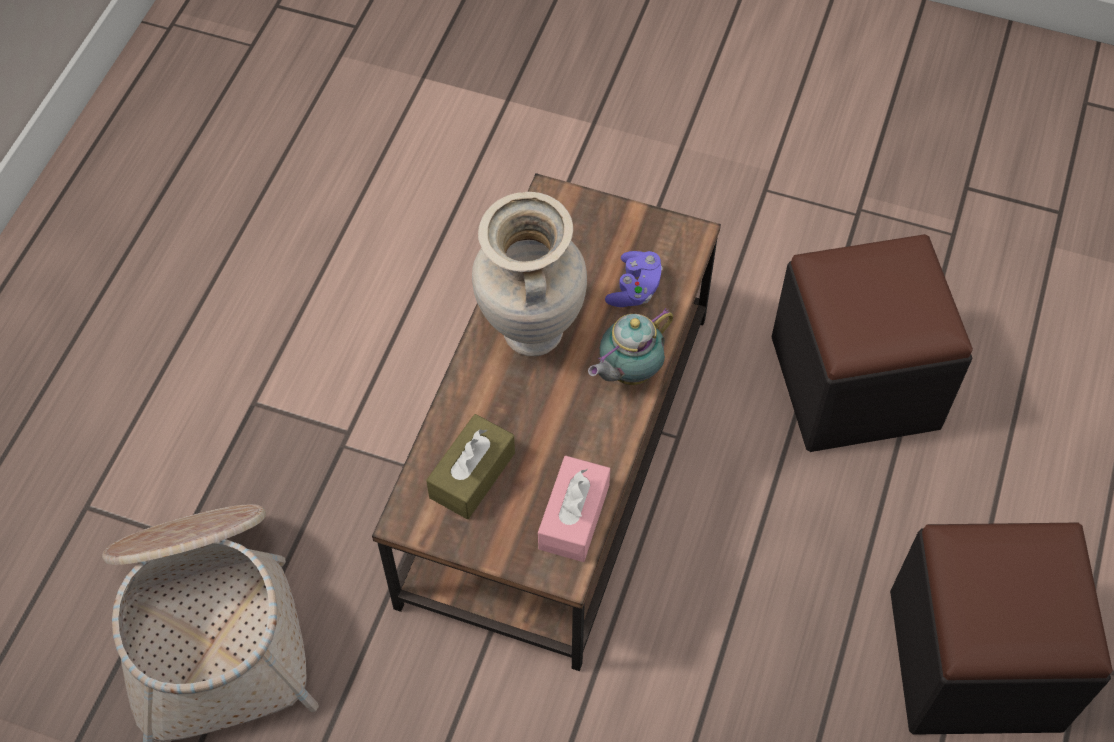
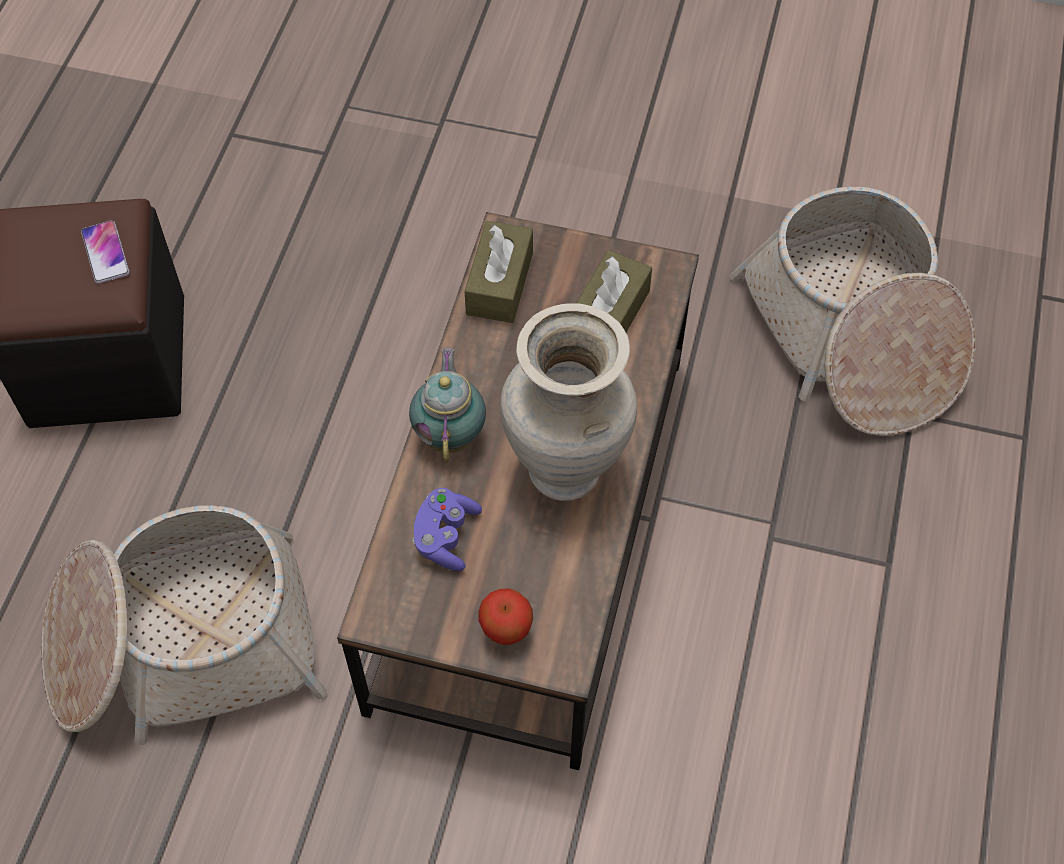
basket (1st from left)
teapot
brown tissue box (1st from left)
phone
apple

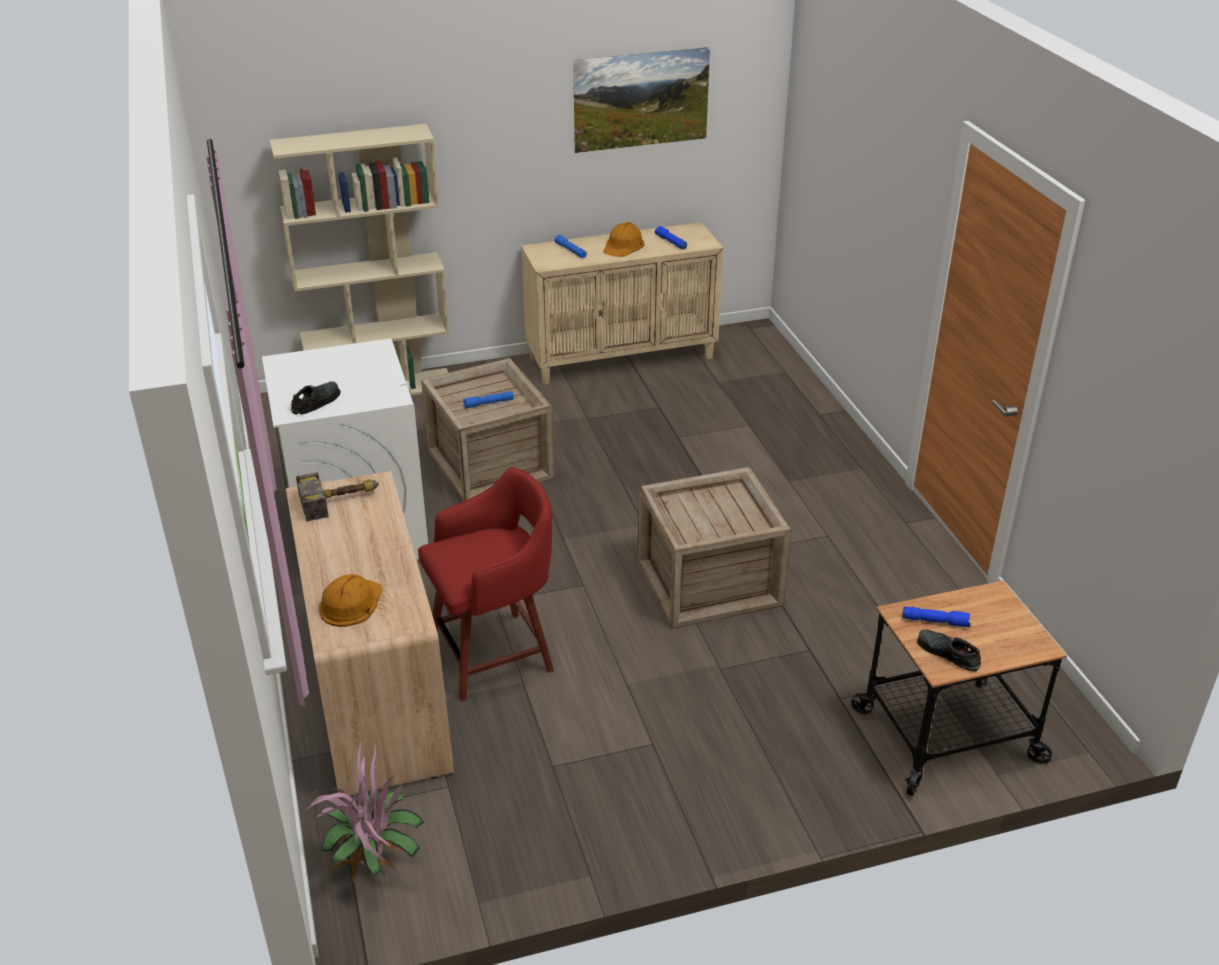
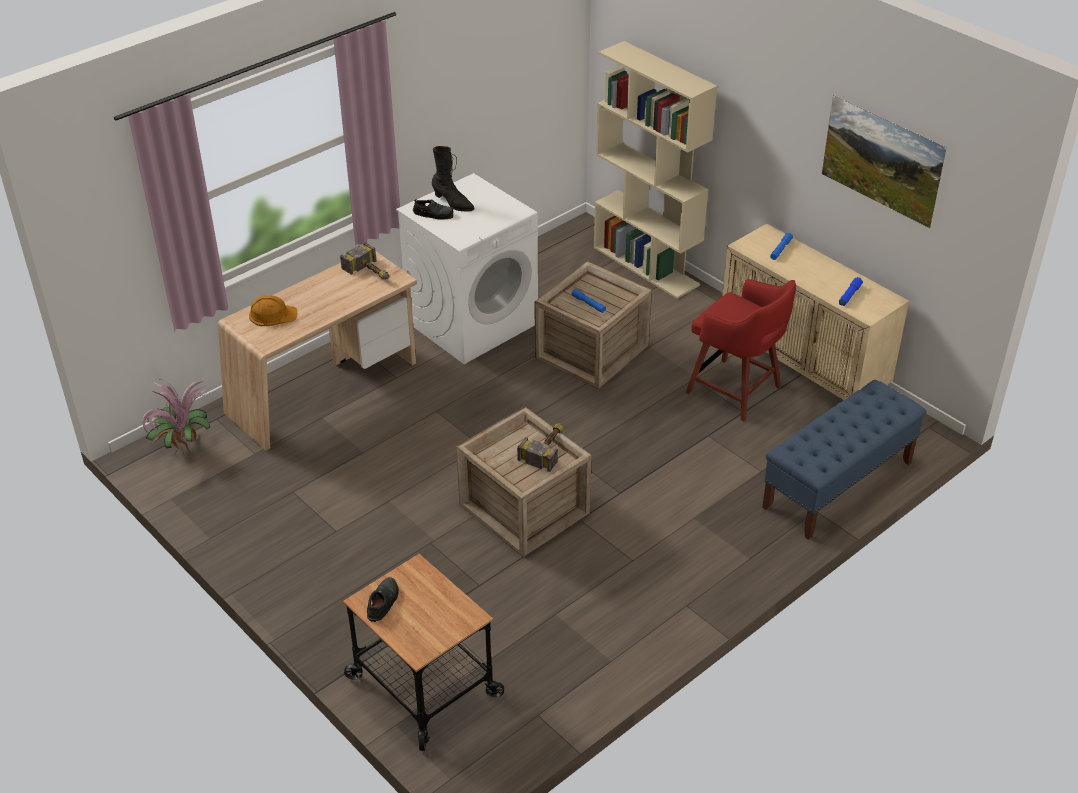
orange hard hat (2nd from left in the first image)
red stool
blue flashlight (4th from left in the first image)
black boot
blue bench
hammer (2nd from left)

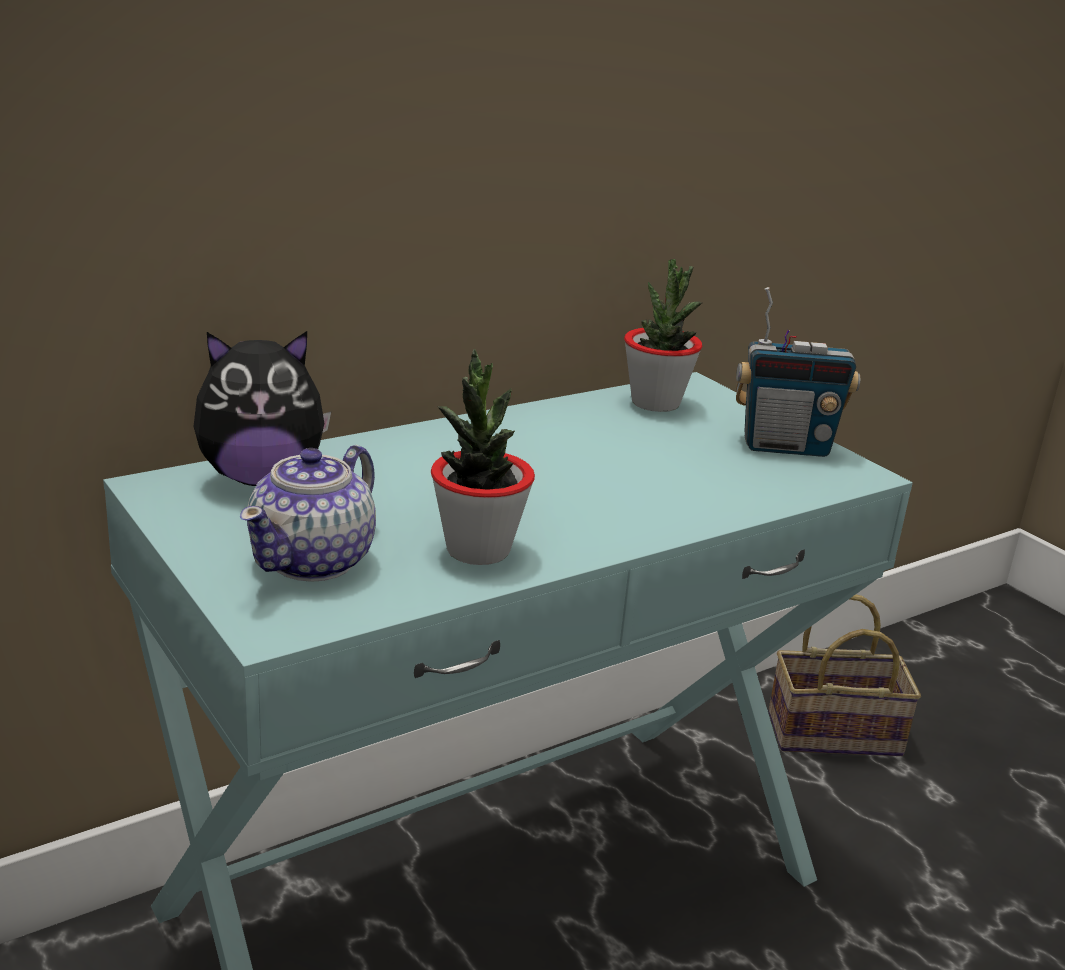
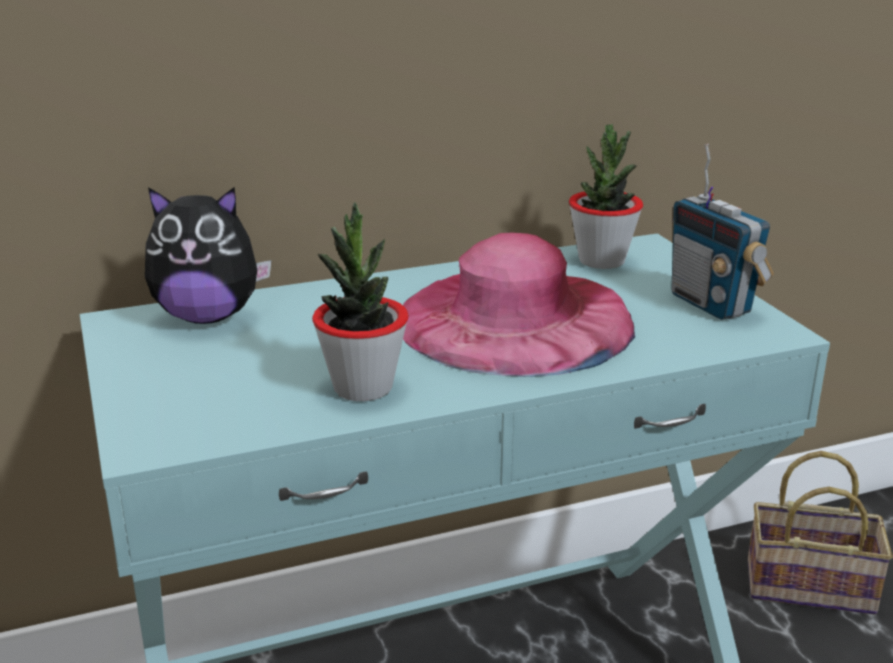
radio
teapot
pink hat

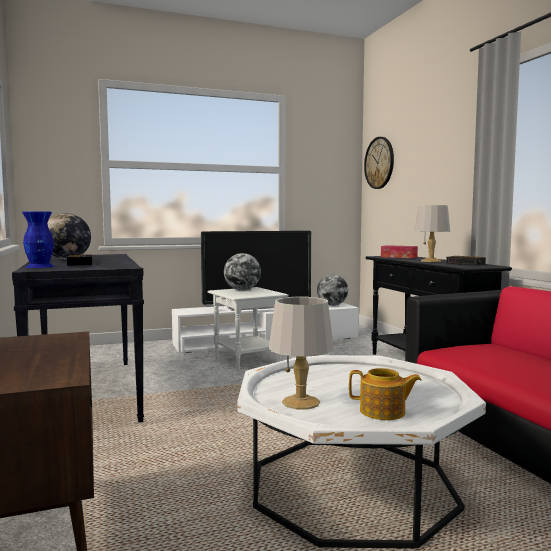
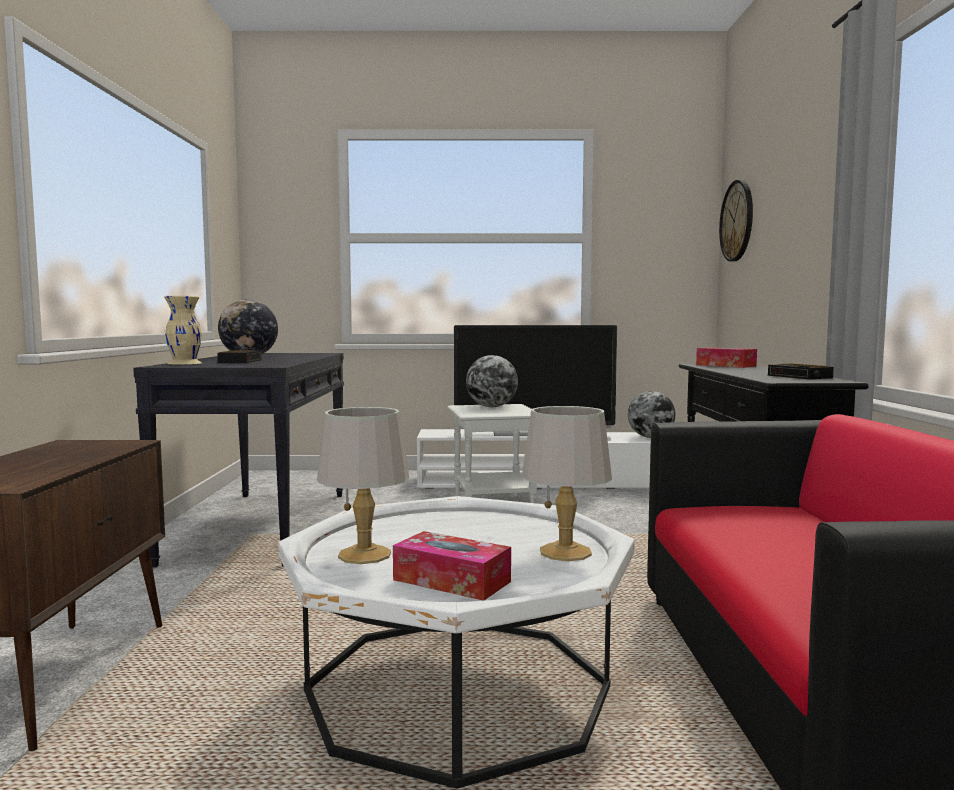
grey table lamp (2nd from left)
beige vase
tissue box (1st from left)

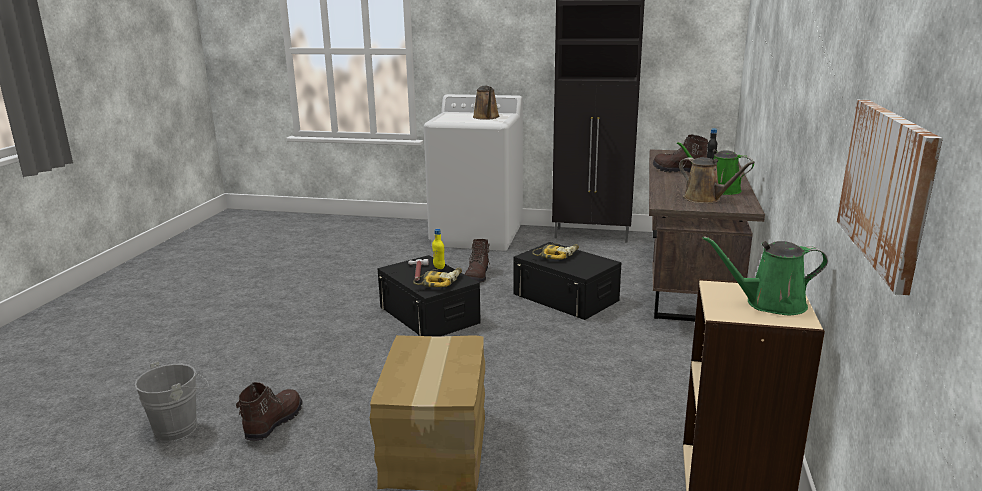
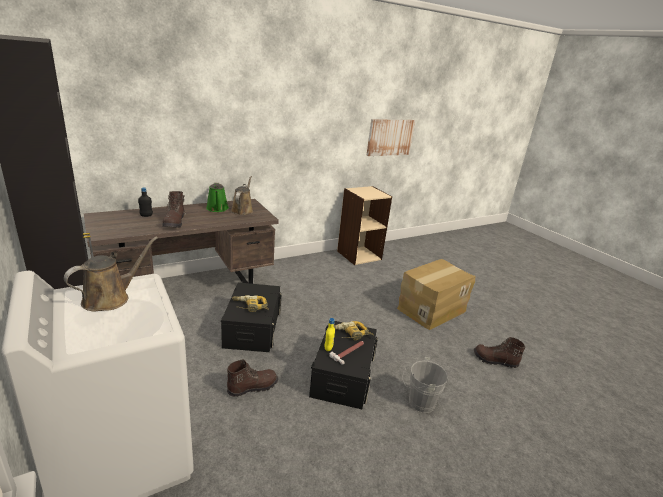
green watering can (2nd from left in the first image)
grey bucket
brown boot (3rd from left)

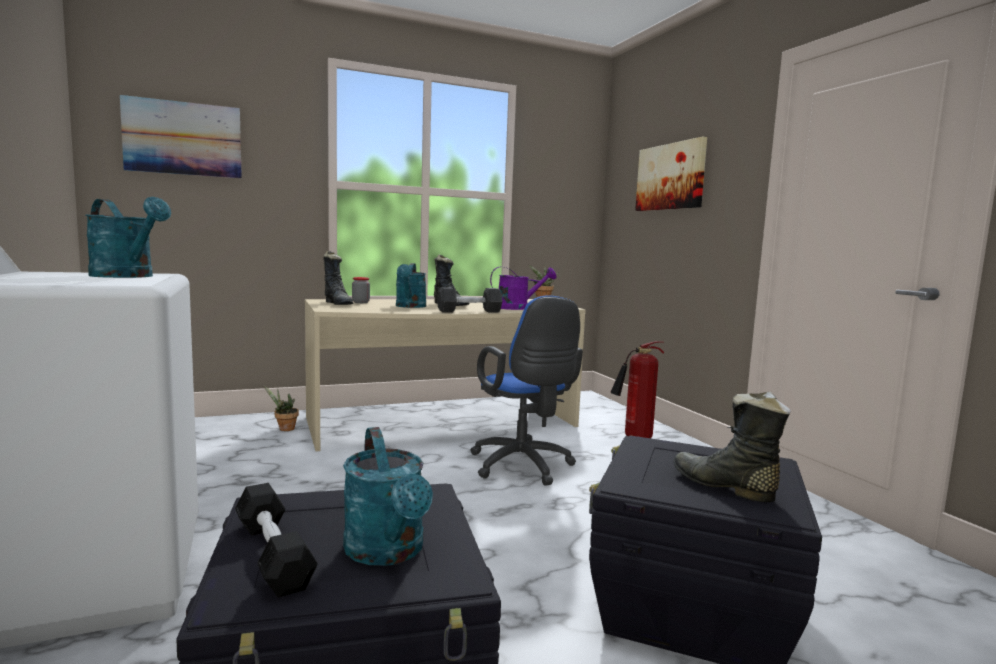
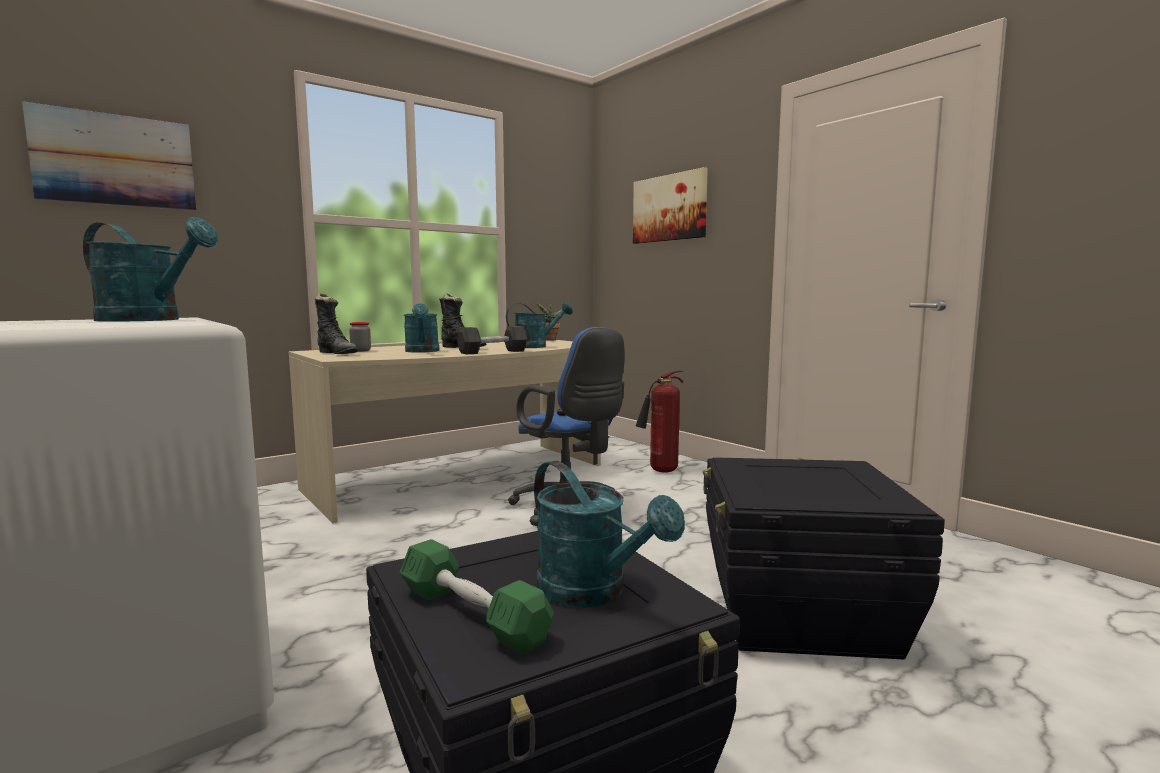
turquoise watering can (3rd from left)
potted plant (1st from left in the first image)
black boot (3rd from left in the first image)
green dumbbell

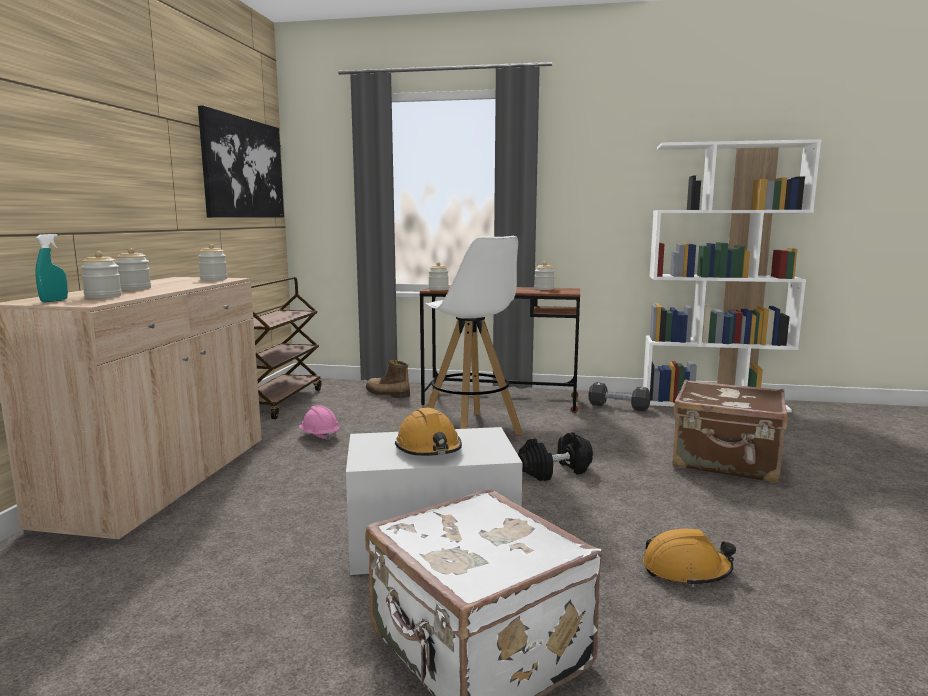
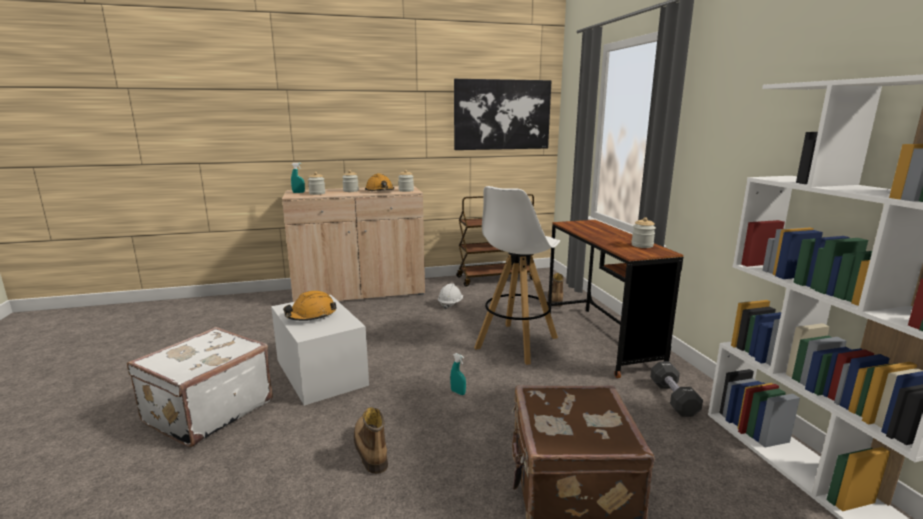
jar (4th from left in the first image)
white hard hat
turquoise spray bottle (2nd from left)
orange hard hat (2nd from left)
boot (1st from left)

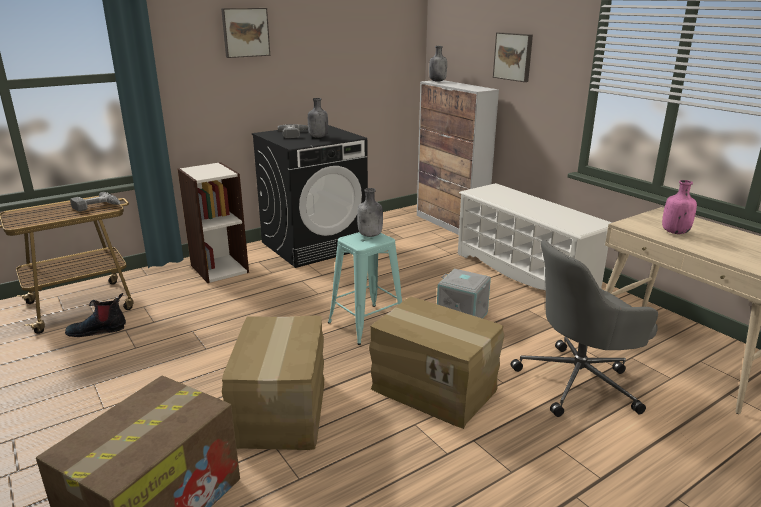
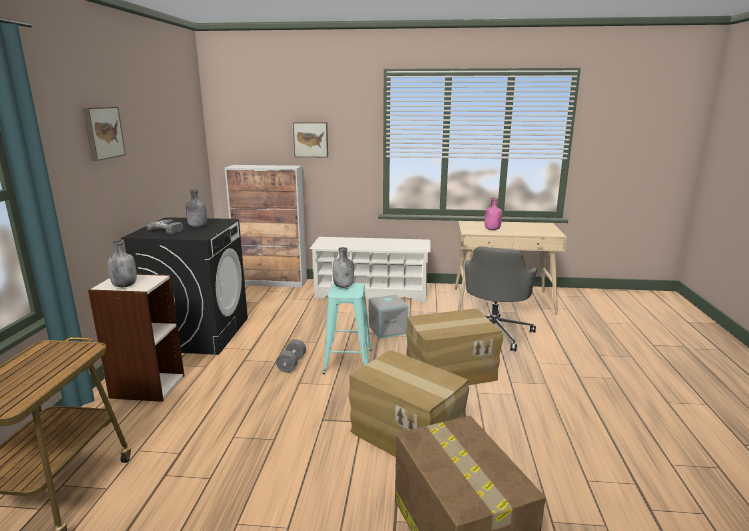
grey bottle (1st from left)
power drill (1st from left in the first image)
boot
grey dumbbell

